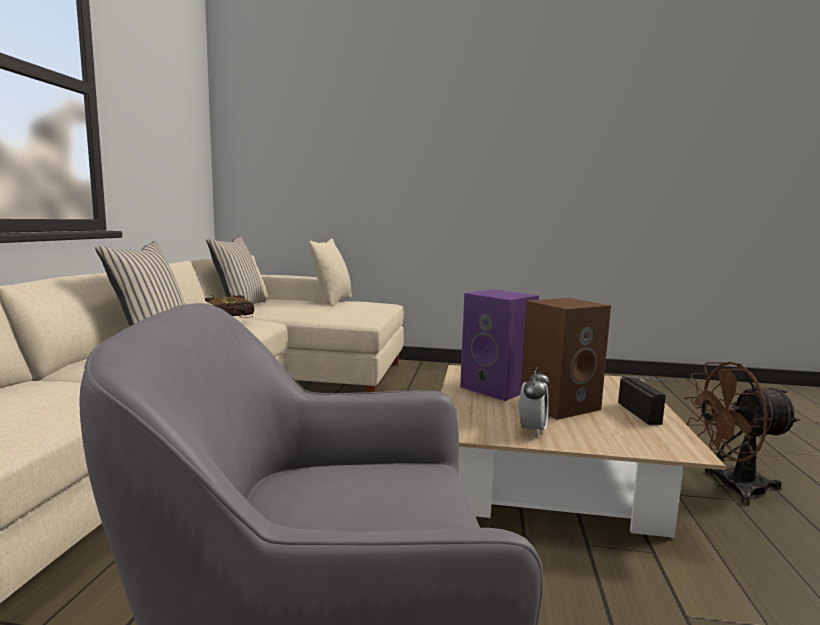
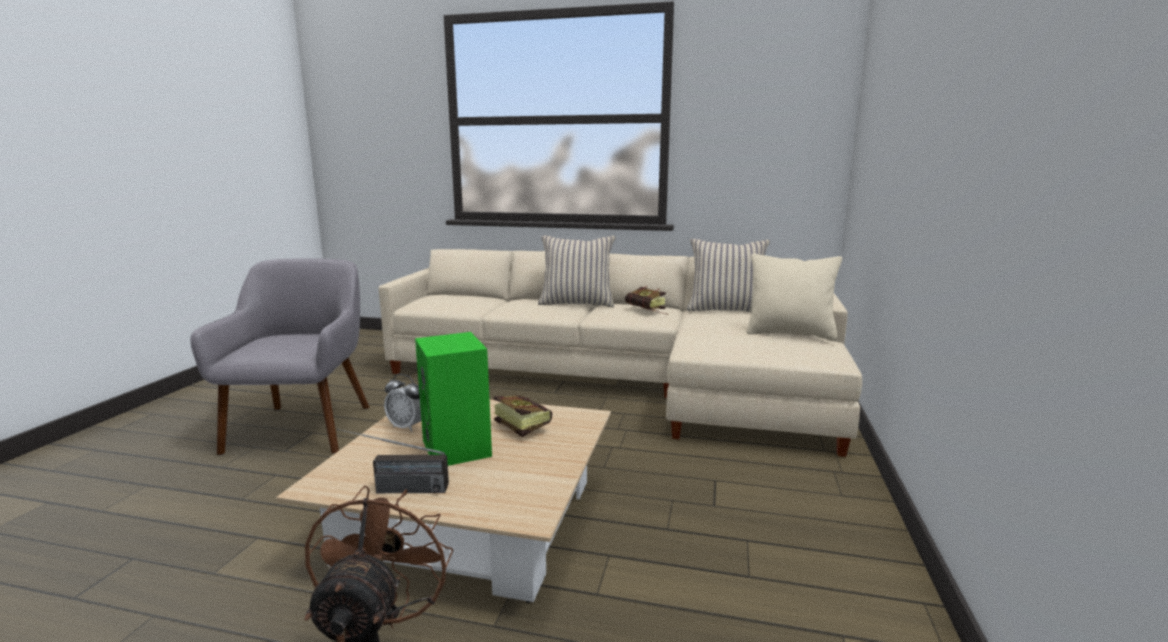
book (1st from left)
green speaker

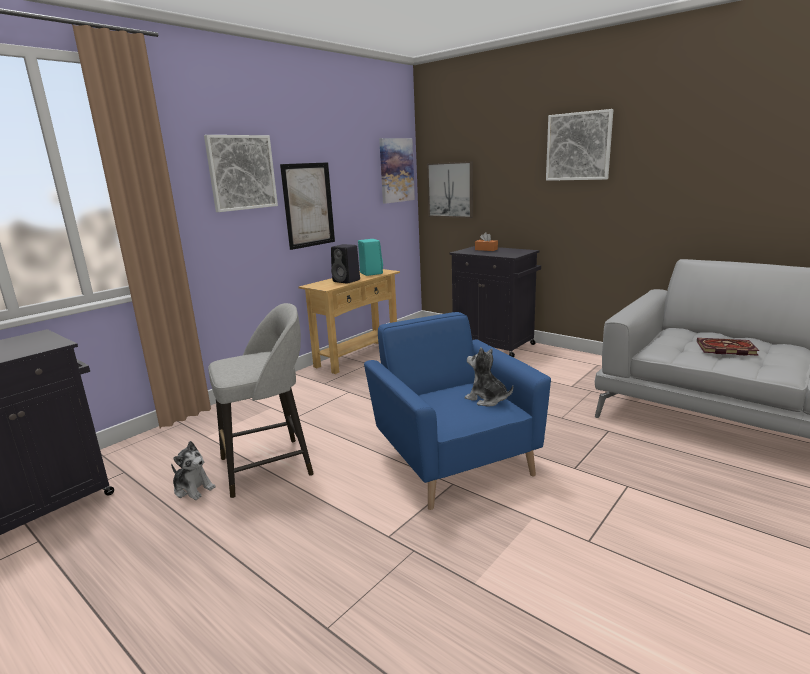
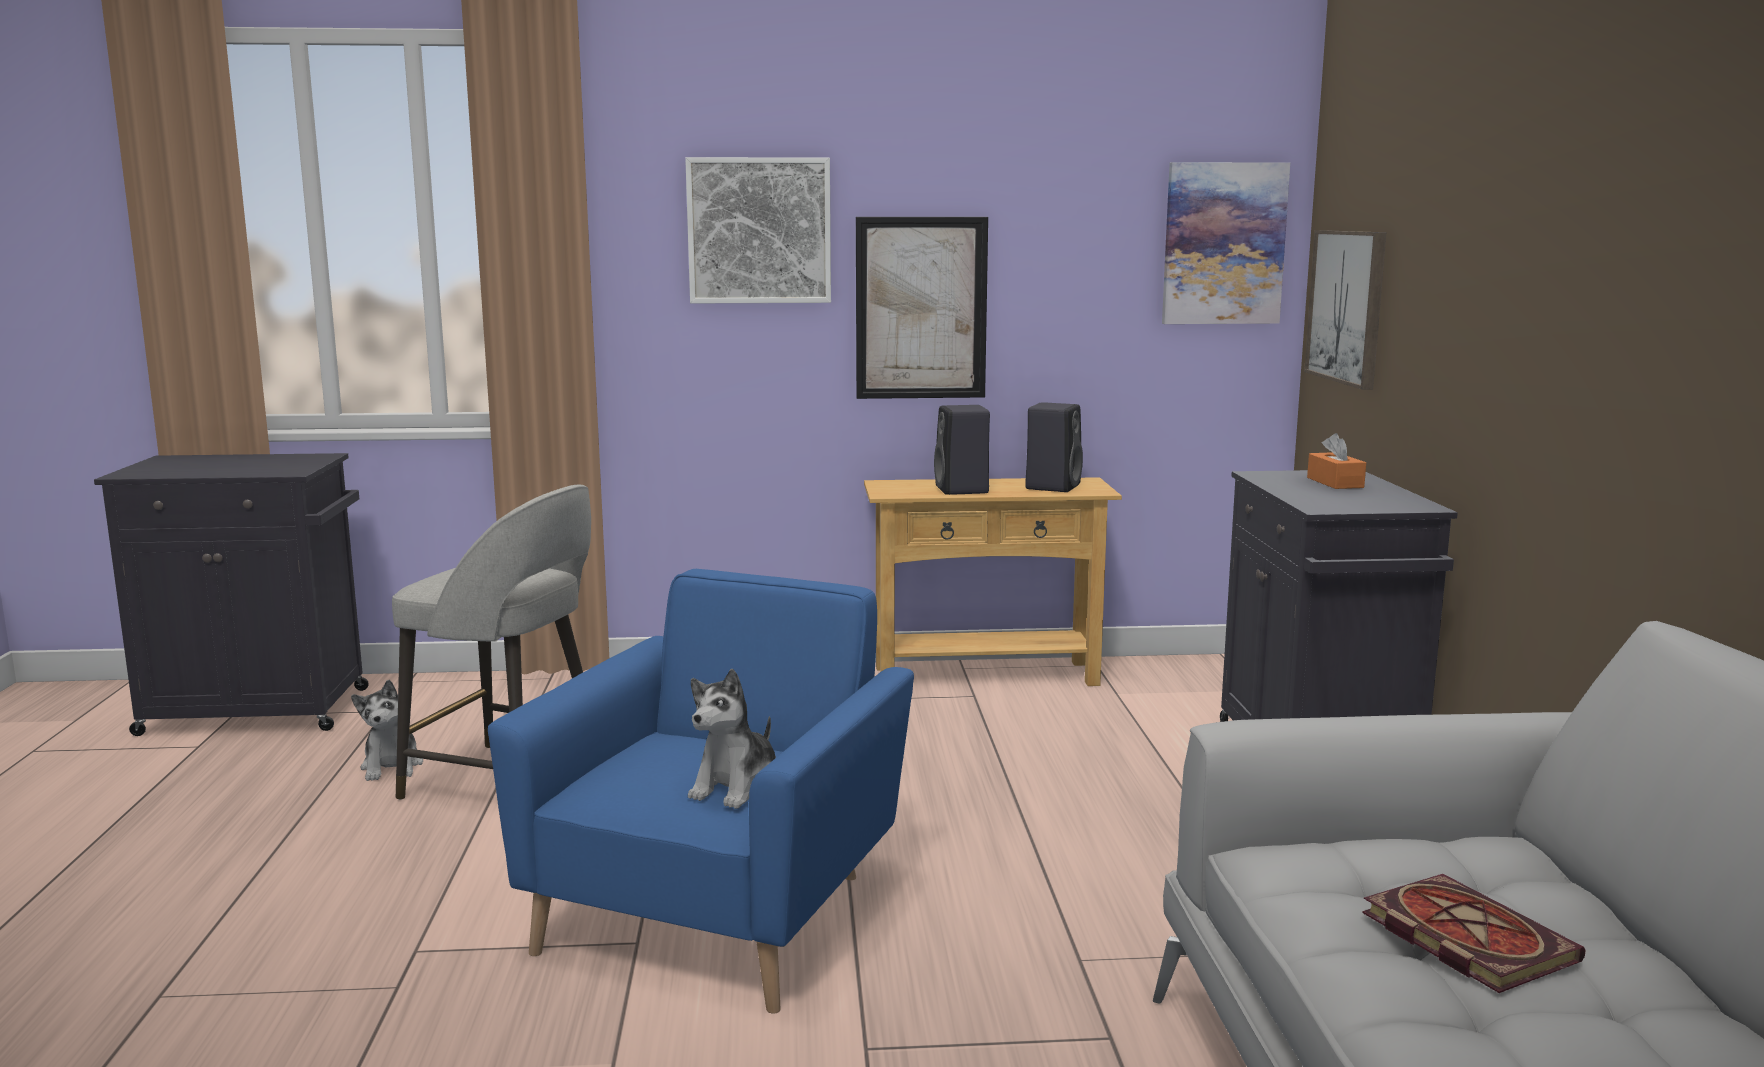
picture (5th from left in the first image)
black speaker (2nd from left)
plush toy (2nd from left)

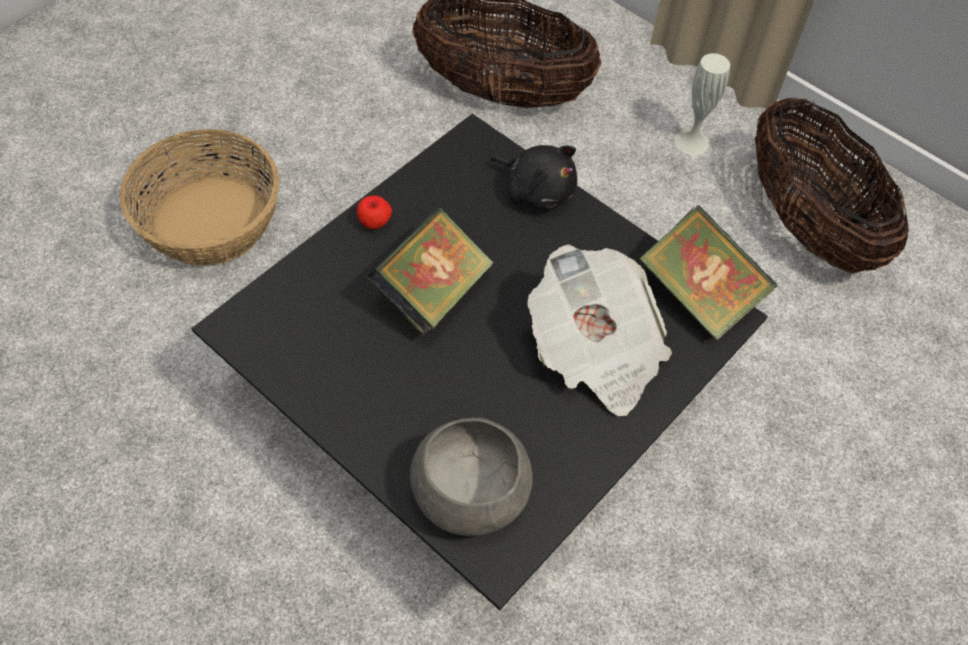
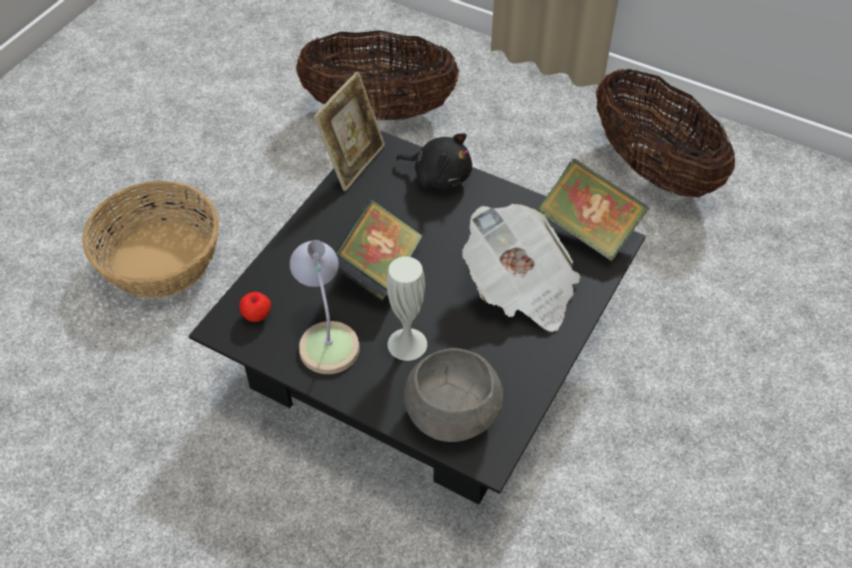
white vase
apple
picture frame
table lamp

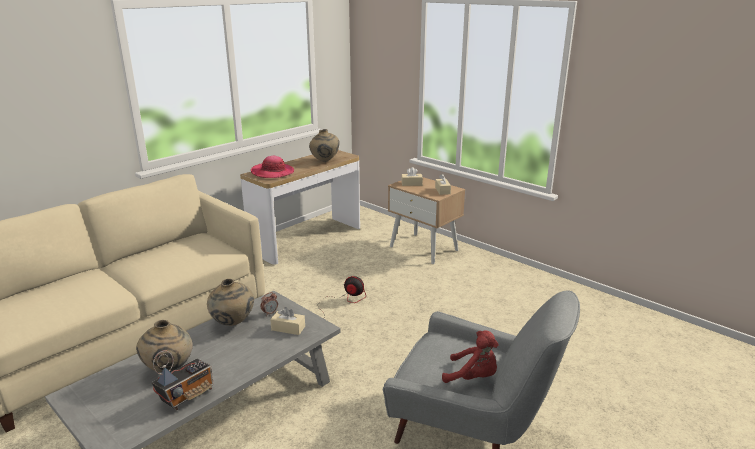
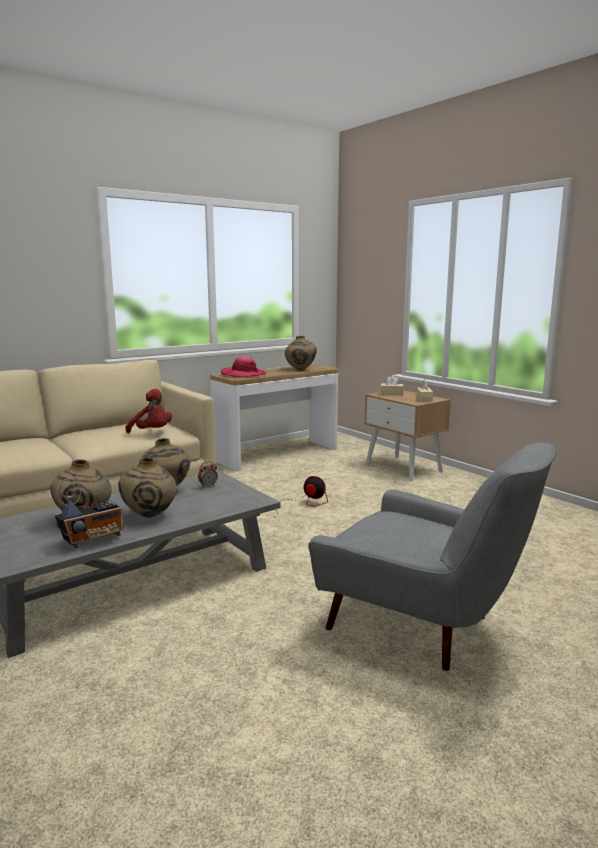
beige tissue box (1st from left in the first image)
red plush toy
beige vase (2nd from left)

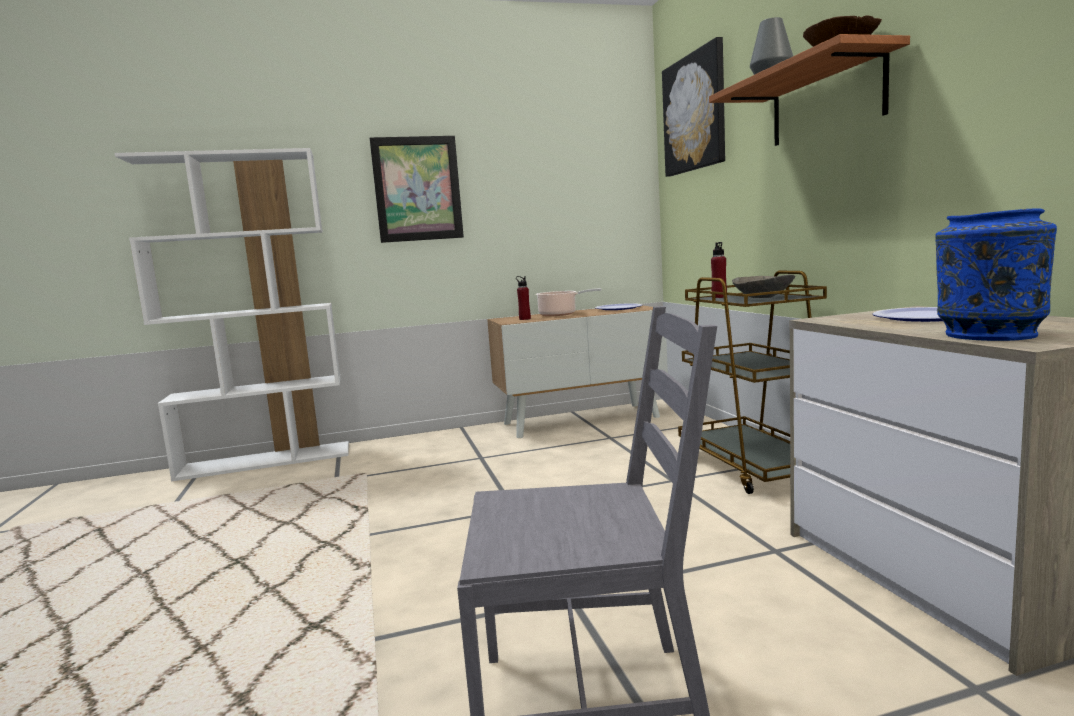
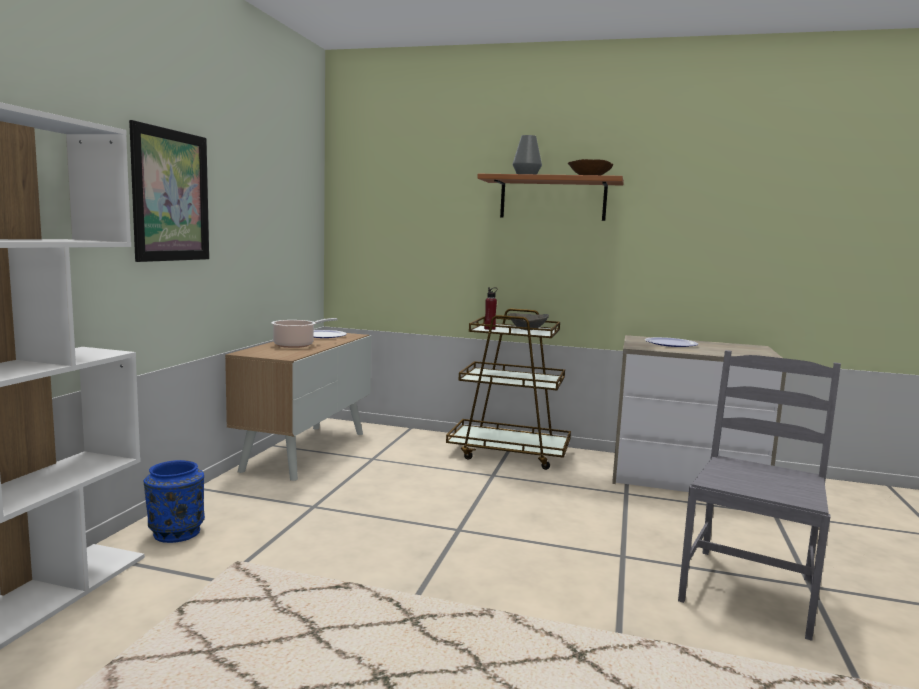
picture (2nd from left in the first image)
blue vase
red bottle (1st from left in the first image)

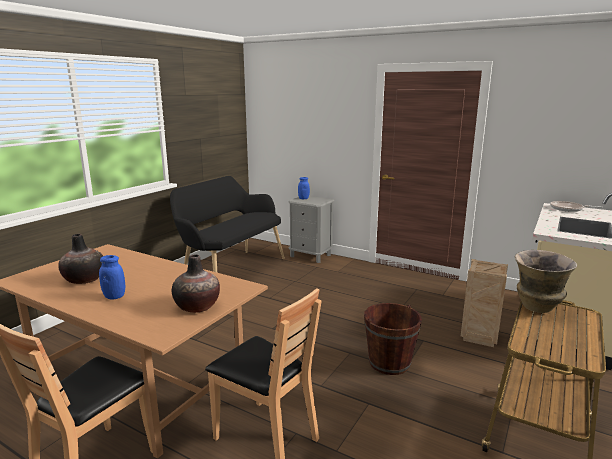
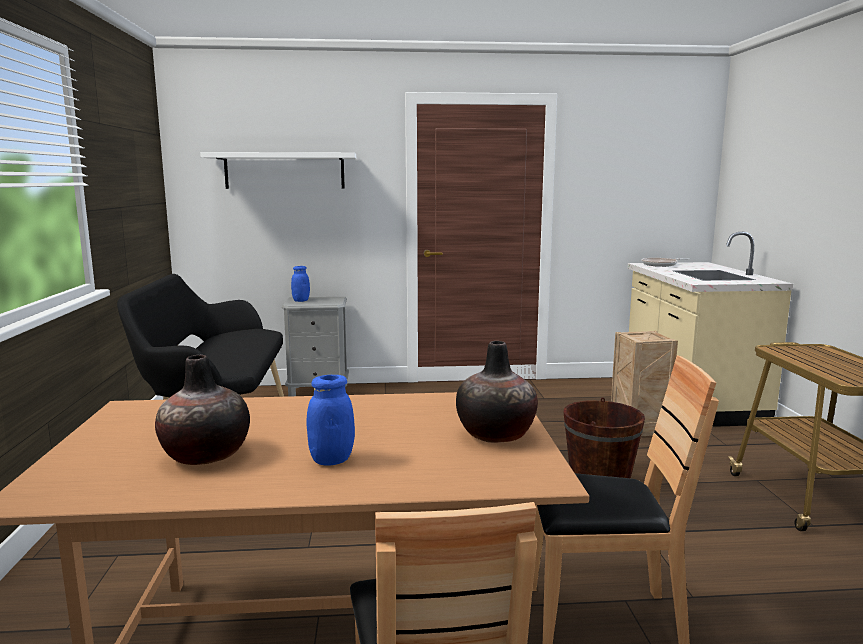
vase (3rd from left in the first image)
white shelf

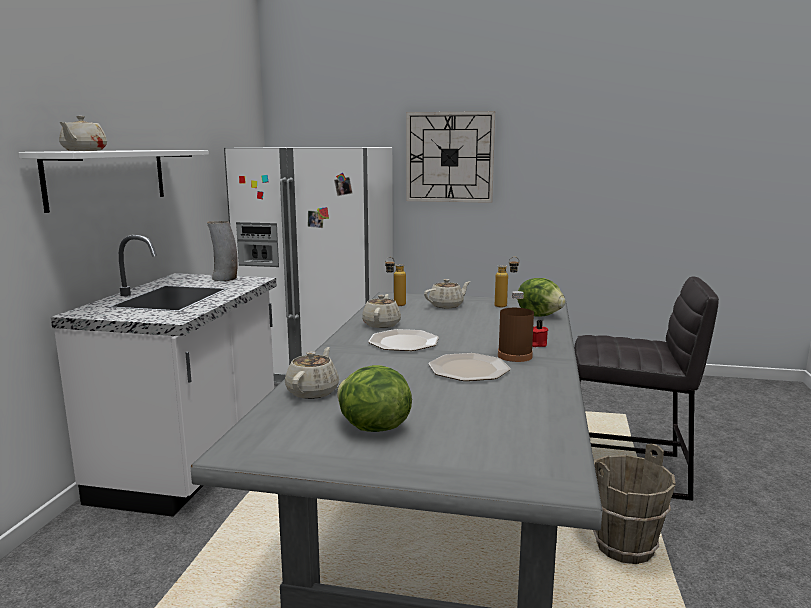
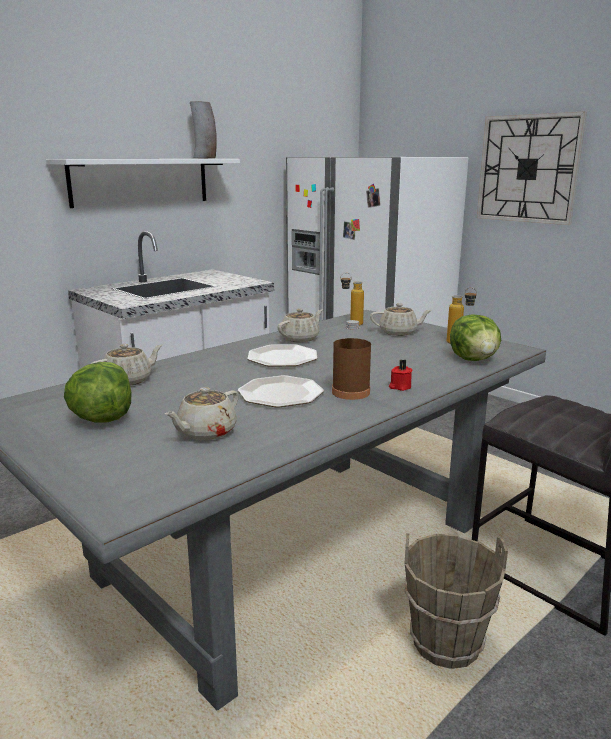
beige teapot (2nd from left)
vase

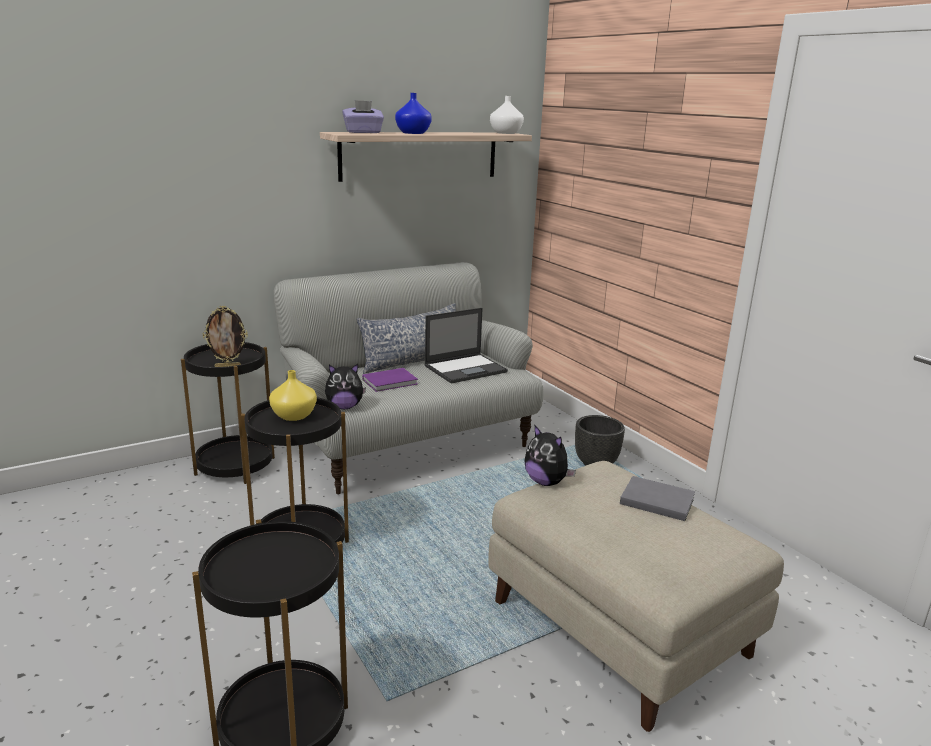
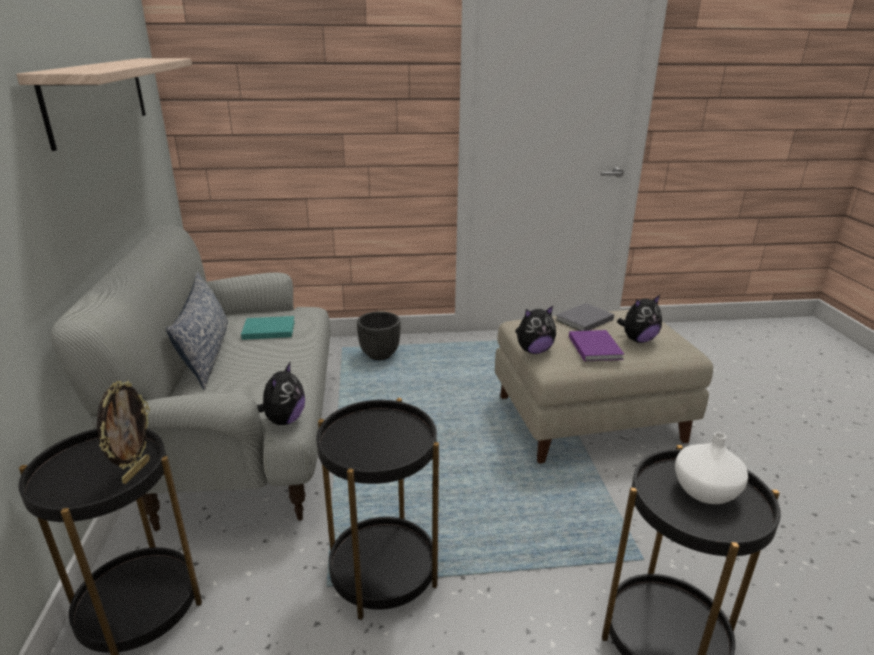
blue vase
white vase
purple tissue box
turquoise book
purple book
yellow vase
plush toy (3rd from left)

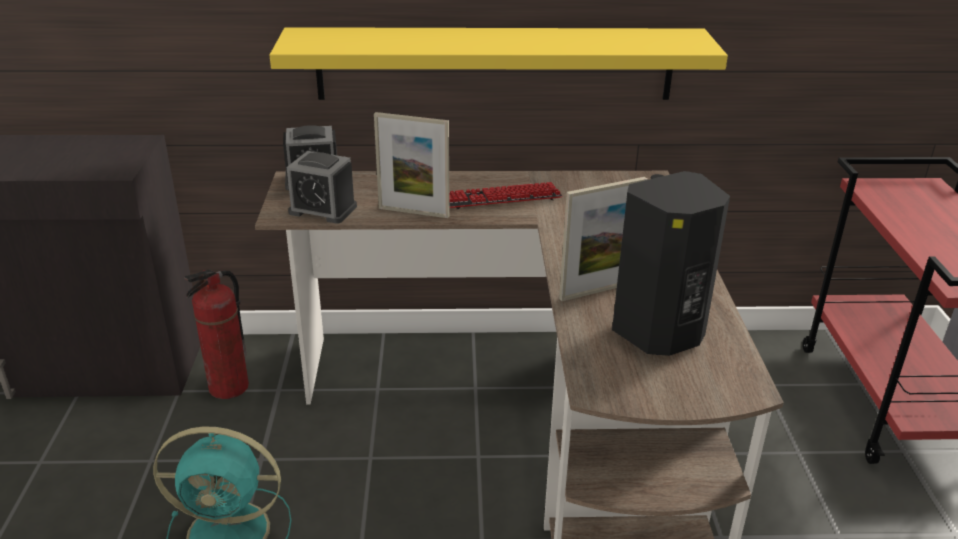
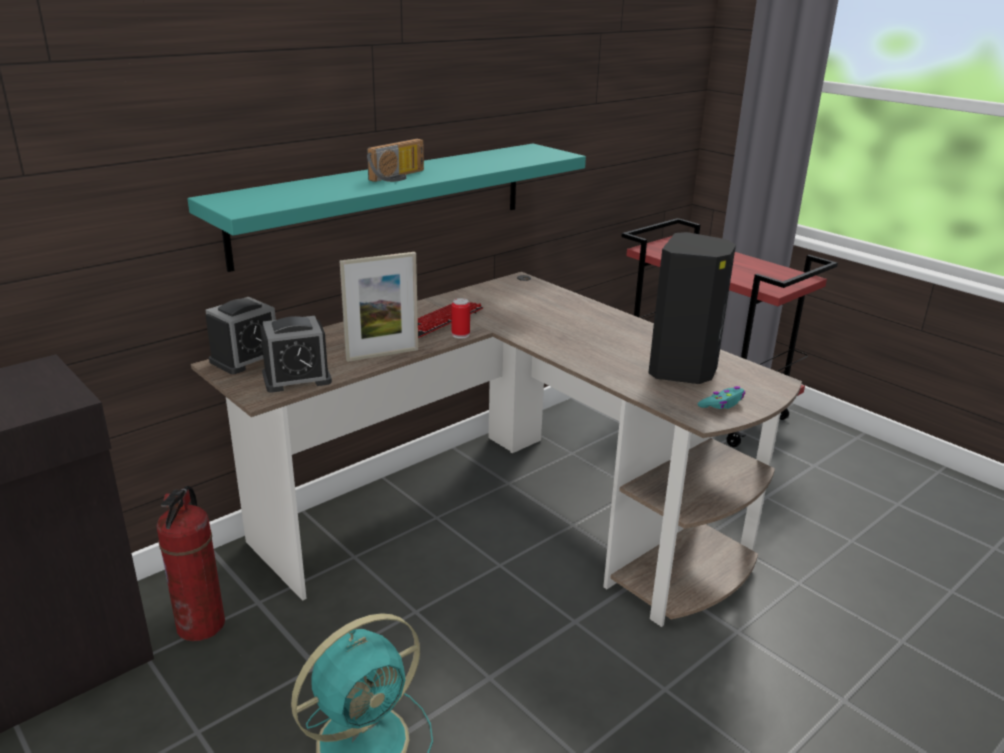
turquoise shelf
picture frame (2nd from left in the first image)
radio
can
turquoise game controller

